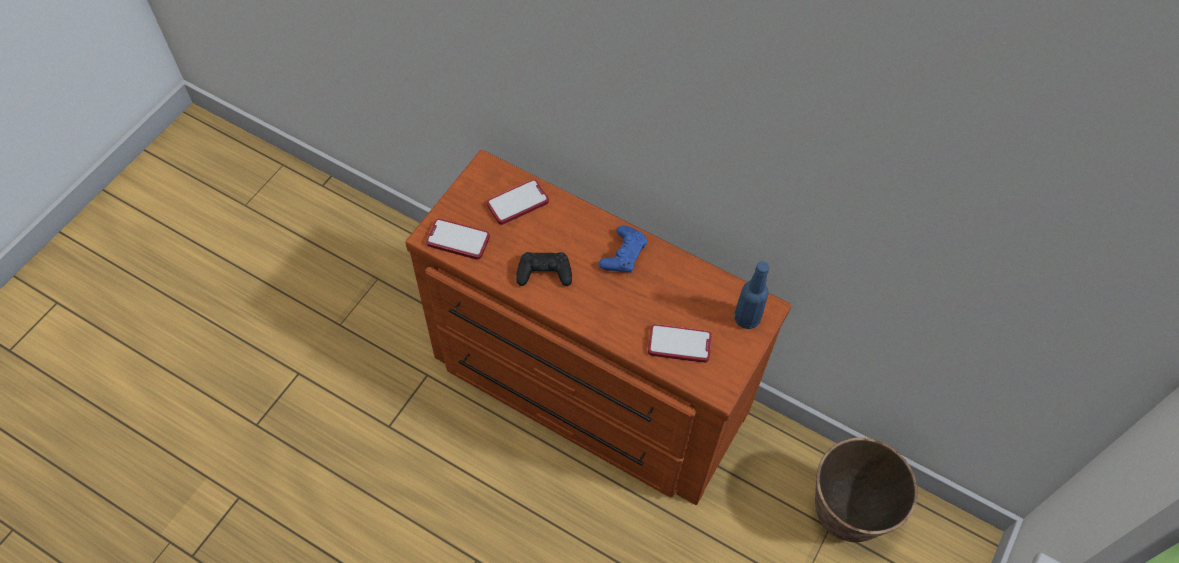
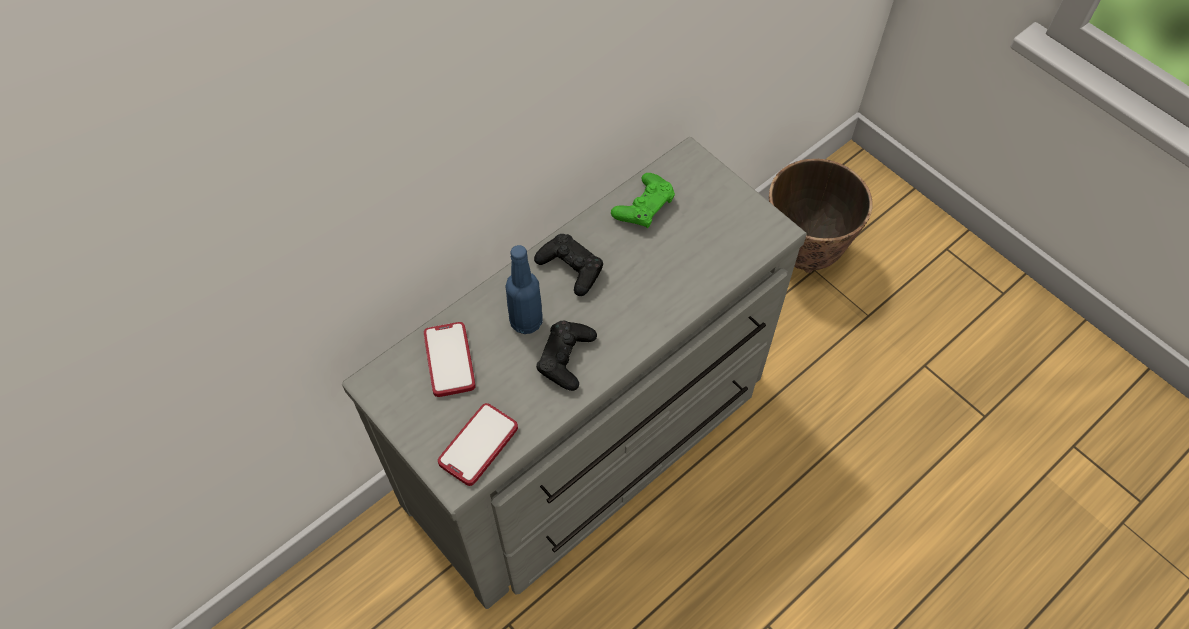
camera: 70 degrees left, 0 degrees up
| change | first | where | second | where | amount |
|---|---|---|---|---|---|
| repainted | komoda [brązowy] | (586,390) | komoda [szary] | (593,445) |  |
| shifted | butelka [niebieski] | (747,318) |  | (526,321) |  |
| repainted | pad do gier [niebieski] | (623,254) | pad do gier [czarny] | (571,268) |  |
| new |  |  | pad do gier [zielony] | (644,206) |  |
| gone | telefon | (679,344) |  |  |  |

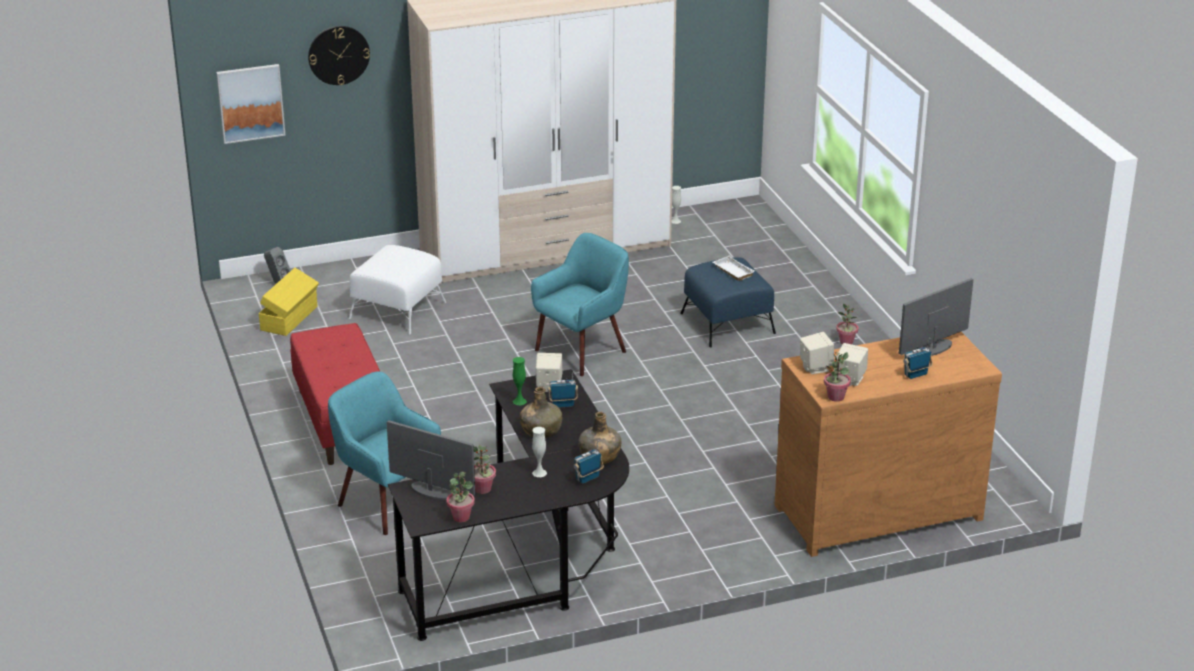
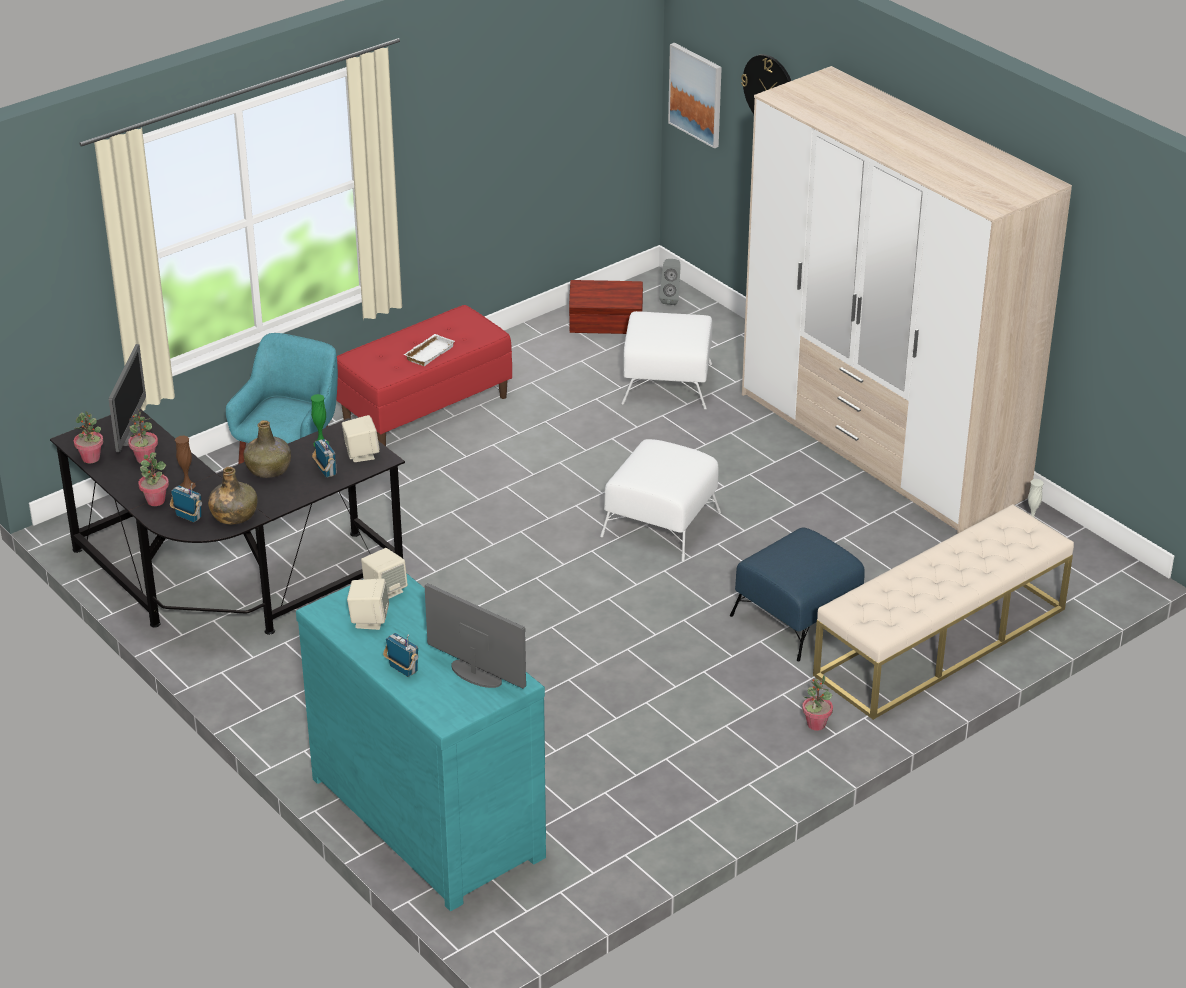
camera: 70 degrees right, 5 degrees up
| change | first | where | second | where | amount |
|---|---|---|---|---|---|
| shifted | roślina doniczkowa | (835,397) |  | (156,501) |  |
| repainted | wazon [biały] | (539,473) | wazon [brązowy] | (187,485) |  |
| repainted | komoda [brązowy] | (875,510) | komoda [turkusowy] | (430,814) |  |
| shifted | taca [biały] | (732,271) |  | (429,352) |  |
| repainted | pojemnik do przechowywania [żółty] | (290,318) | pojemnik do przechowywania [brązowy] | (606,325) |  |
| swapped | fotel [turkusowy] | (582,351) | pufa [biały] | (660,524) |  |
| new |  |  | ławka [beżowy] | (940,642) |  |

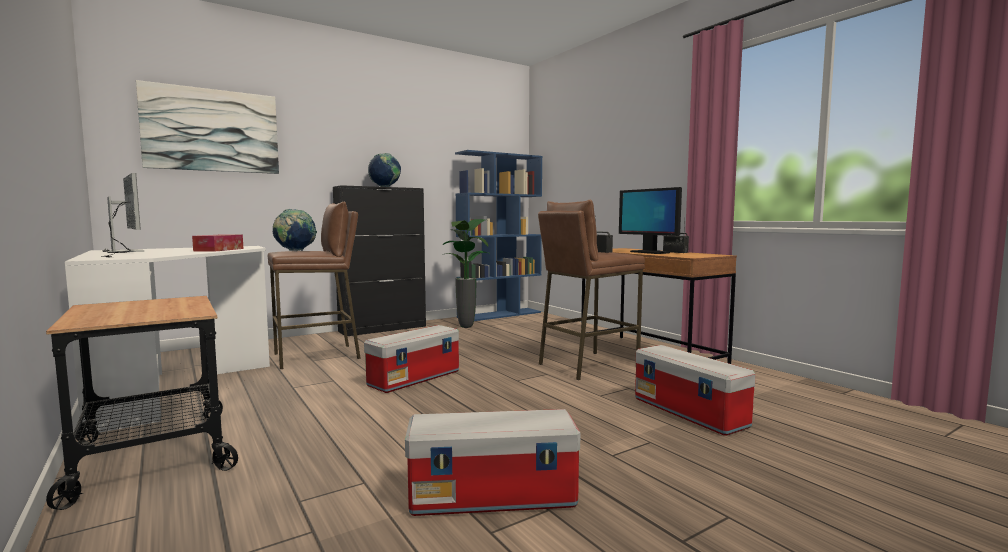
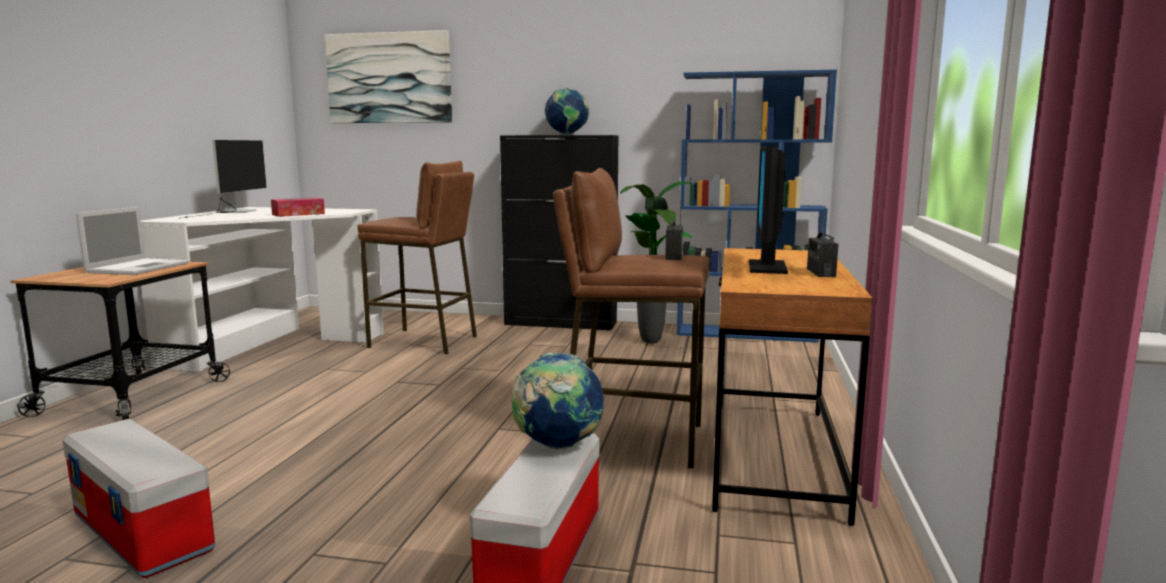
camera: 45 degrees right, 5 degrees up
| change | first | where | second | where | amount |
|---|---|---|---|---|---|
| new |  |  | laptop | (139,267) |  |
| shifted | globus | (295,251) |  | (557,446) |  |
| gone | pojemnik do przechowywania | (415,378) |  |  |  |

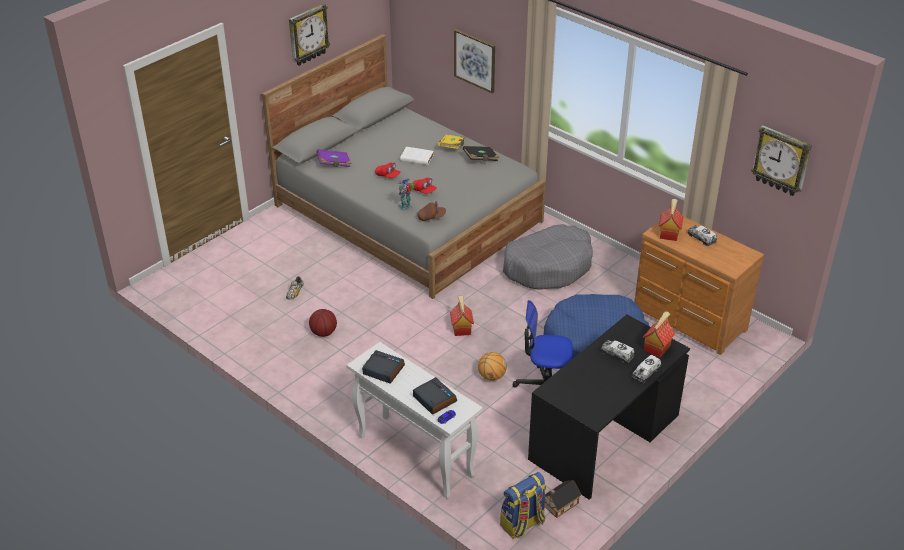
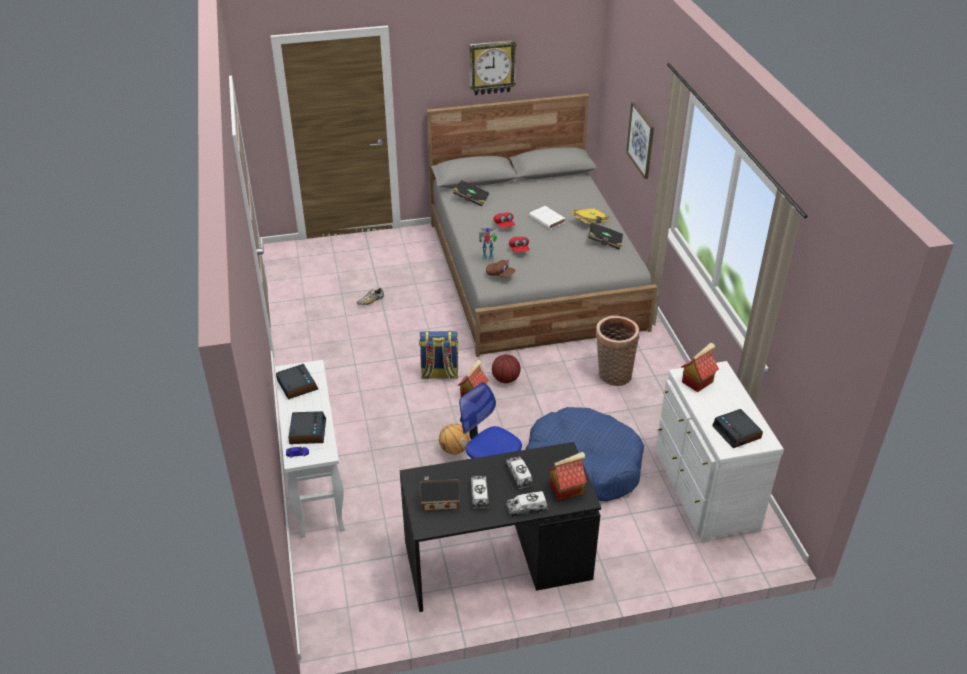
camera: 35 degrees right, 0 degrees up
| change | first | where | second | where | amount |
|---|---|---|---|---|---|
| shifted | plecak | (522,524) |  | (439,374) |  |
| shifted | domek | (559,505) |  | (438,501) |  |
| repainted | książka [fioletowy] | (334,164) | książka [czarny] | (471,199) |  |
| shifted | ciężarówka zabawkowa | (701,238) |  | (479,495) |  |
| shifted | piłka do koszykówki | (323,333) |  | (505,379) |  |
| swapped | legowisko [szary] | (548,266) | koszyk | (612,374) |  |
| repainted | komoda [brązowy] | (689,320) | komoda [biały] | (703,491) |  |
| new |  |  | budzik | (737,433) |  |
| gone | zegar ścienny | (781,161) |  |  |  |

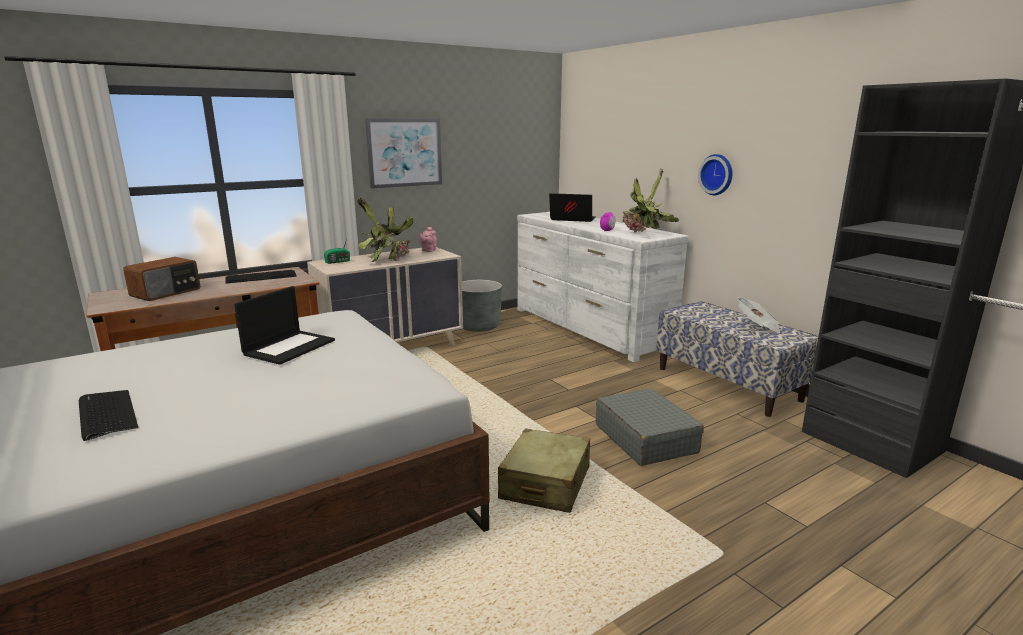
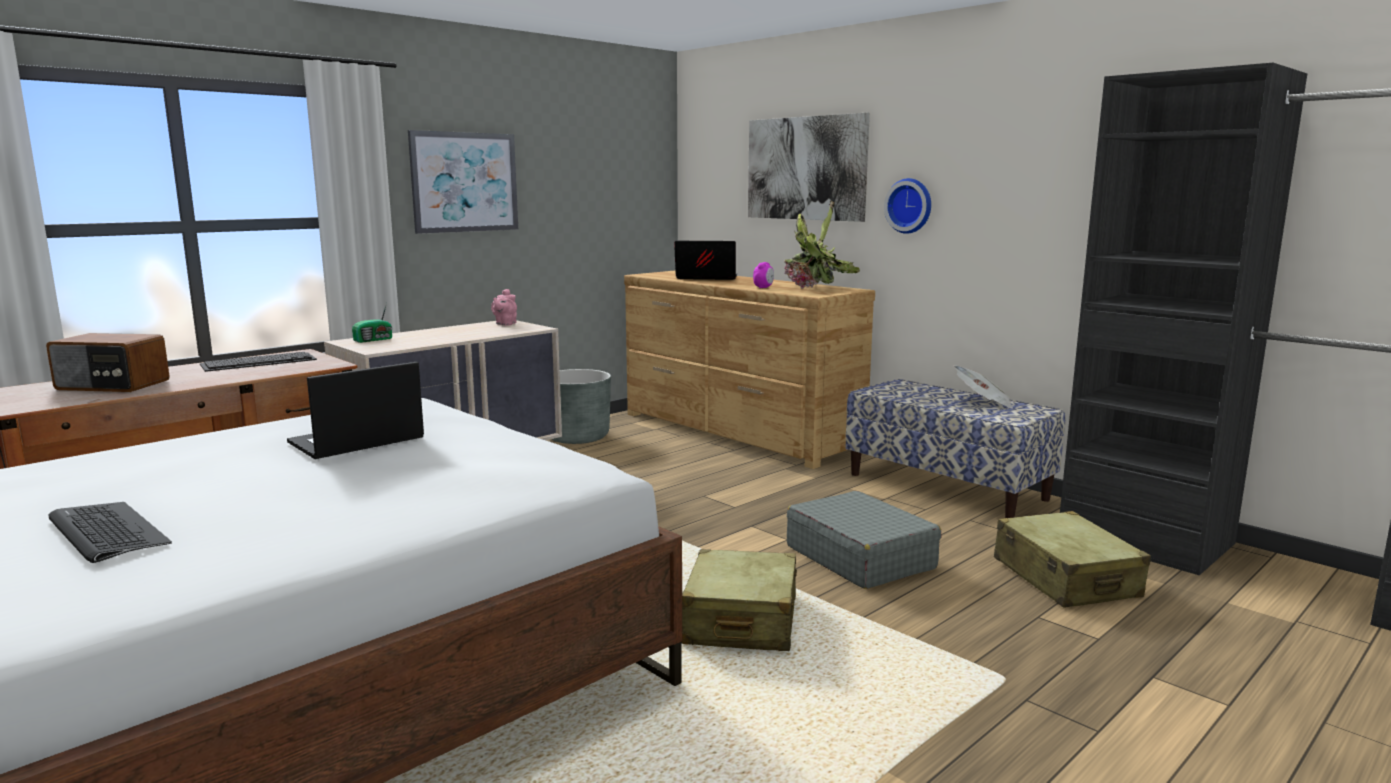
camera: 10 degrees left, 5 degrees down
| change | first | where | second | where | amount |
|---|---|---|---|---|---|
| rotated | radio | (166,292) |  | (112,385) | 75 degrees clockwise |
| rotated | laptop | (289,347) |  | (356,441) | 150 degrees counterclockwise |
| repainted | komoda [biały] | (589,328) | komoda [brązowy] | (737,431) |  |
| new |  |  | obraz | (805,168) |  |
| new |  |  | walizka [beżowy] | (1065,578) |  |
| gone | roślina doniczkowa | (389,259) |  |  |  |

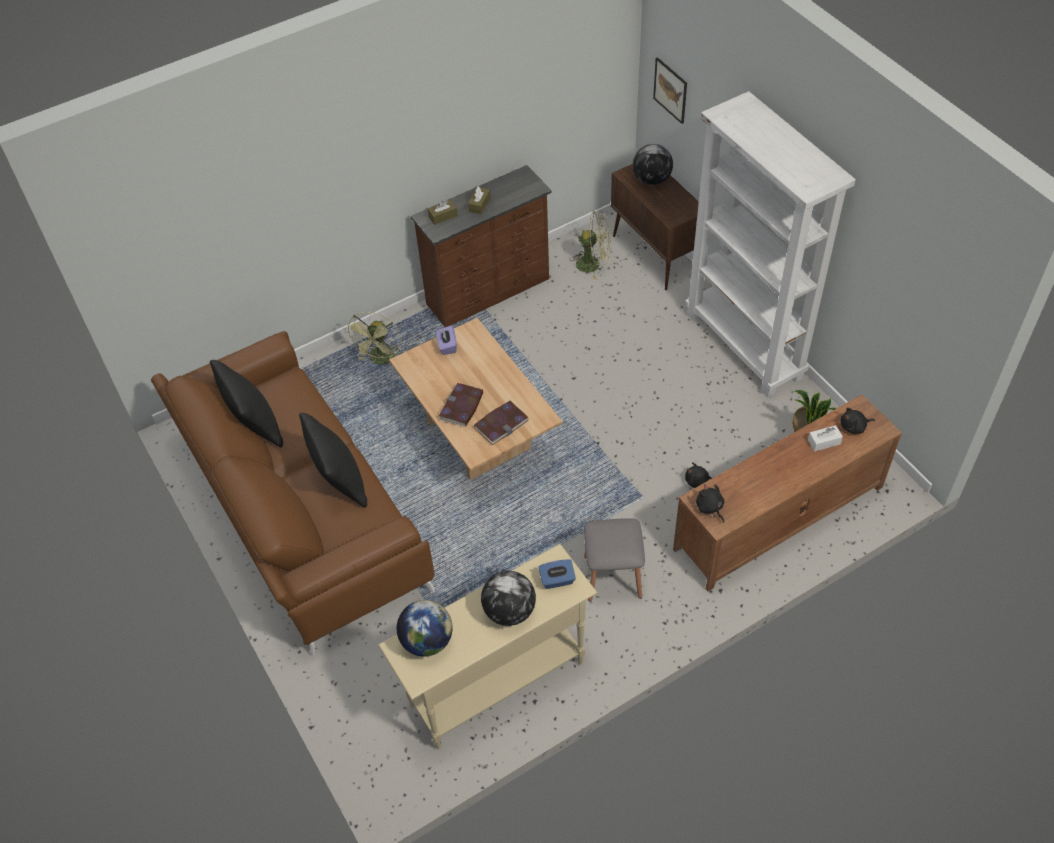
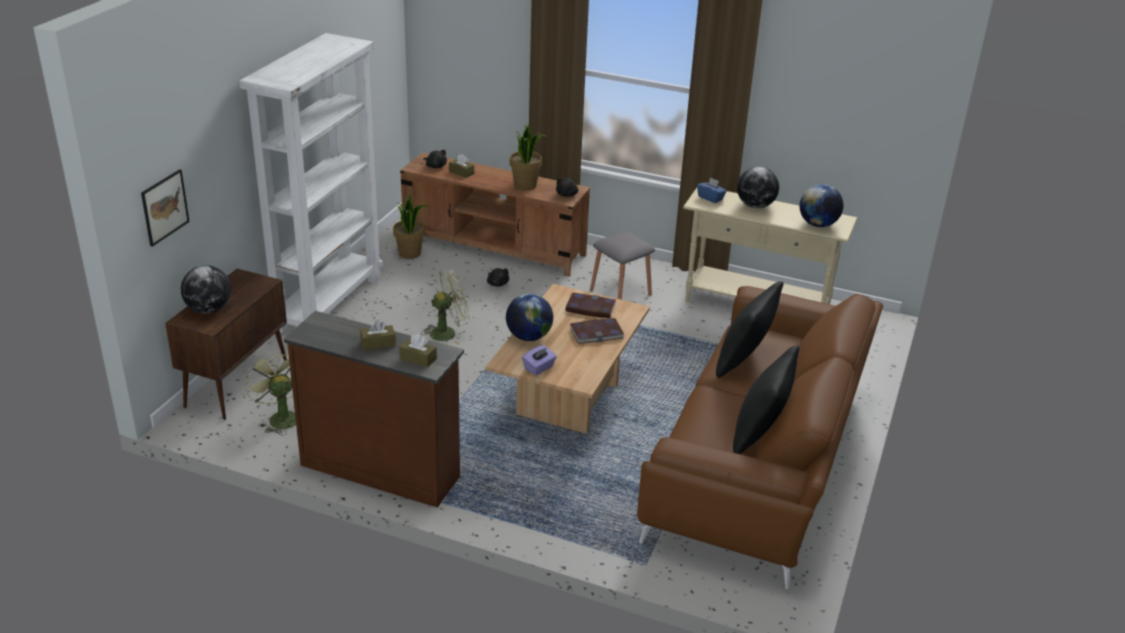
camera: 130 degrees left, 20 degrees down
| change | first | where | second | where | amount |
|---|---|---|---|---|---|
| shifted | wentylator [zielony] | (381,360) |  | (448,332) |  |
| repainted | pudełko chusteczek [biały] | (824,442) | pudełko chusteczek [brązowy] | (461,172) |  |
| new |  |  | globus | (529,337) |  |
| new |  |  | roślina doniczkowa | (525,185) |  |

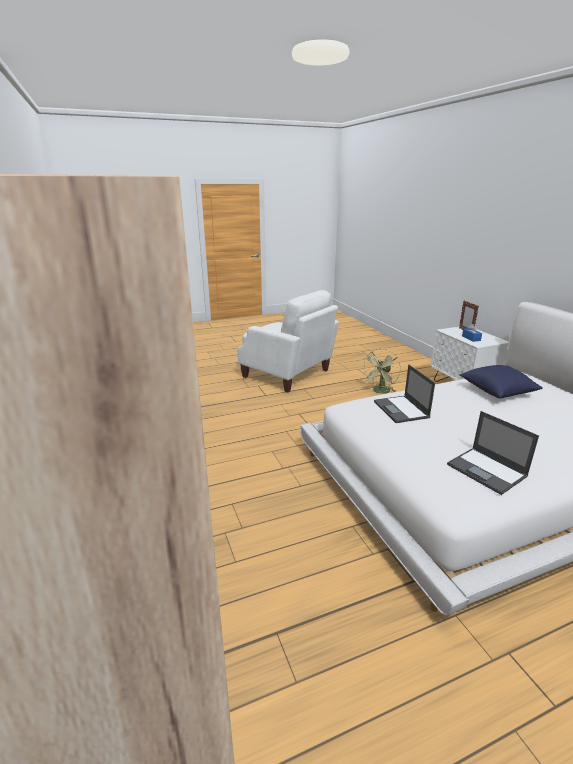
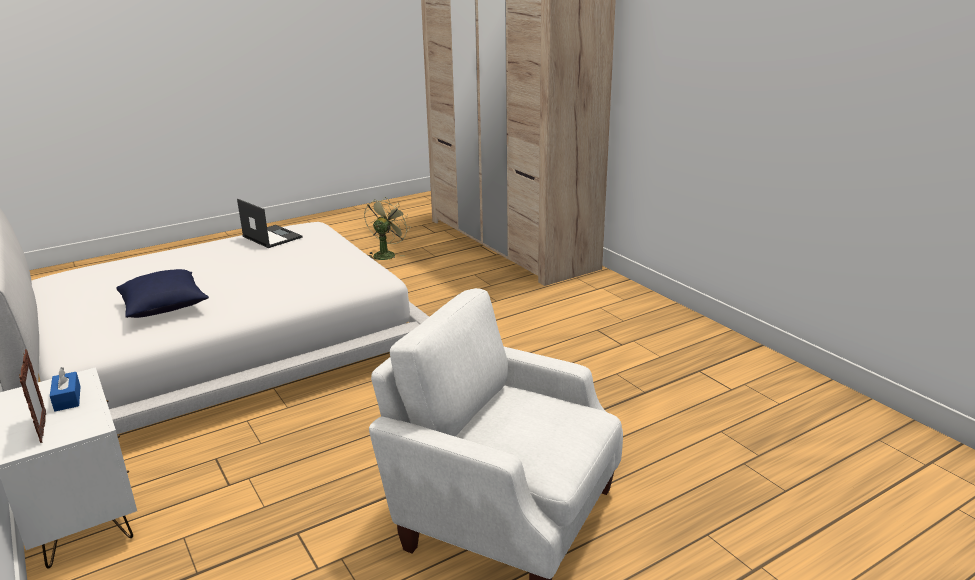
camera: 170 degrees right, 0 degrees up
| change | first | where | second | where | amount |
|---|---|---|---|---|---|
| shifted | wentylator [zielony] | (380,392) |  | (386,254) |  |
| gone | laptop | (401,410) |  |  |  |

